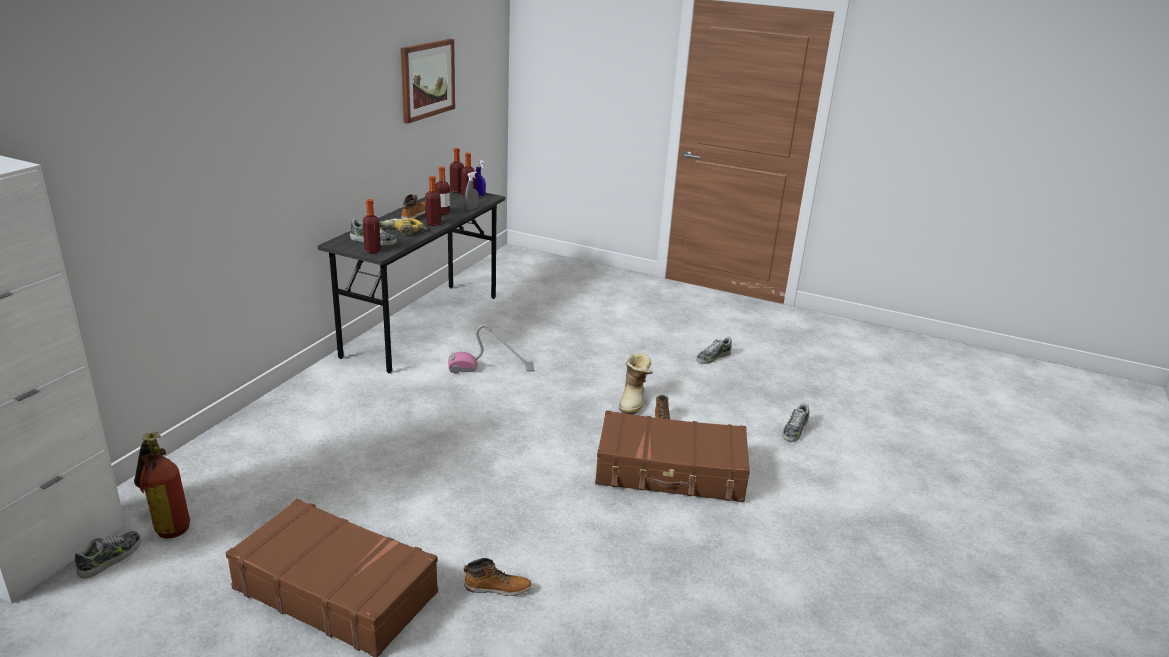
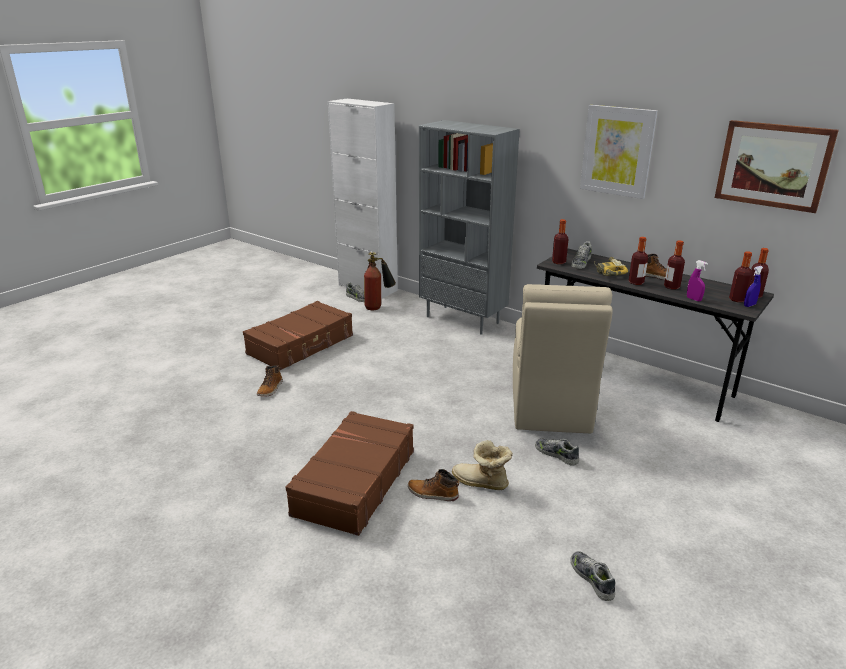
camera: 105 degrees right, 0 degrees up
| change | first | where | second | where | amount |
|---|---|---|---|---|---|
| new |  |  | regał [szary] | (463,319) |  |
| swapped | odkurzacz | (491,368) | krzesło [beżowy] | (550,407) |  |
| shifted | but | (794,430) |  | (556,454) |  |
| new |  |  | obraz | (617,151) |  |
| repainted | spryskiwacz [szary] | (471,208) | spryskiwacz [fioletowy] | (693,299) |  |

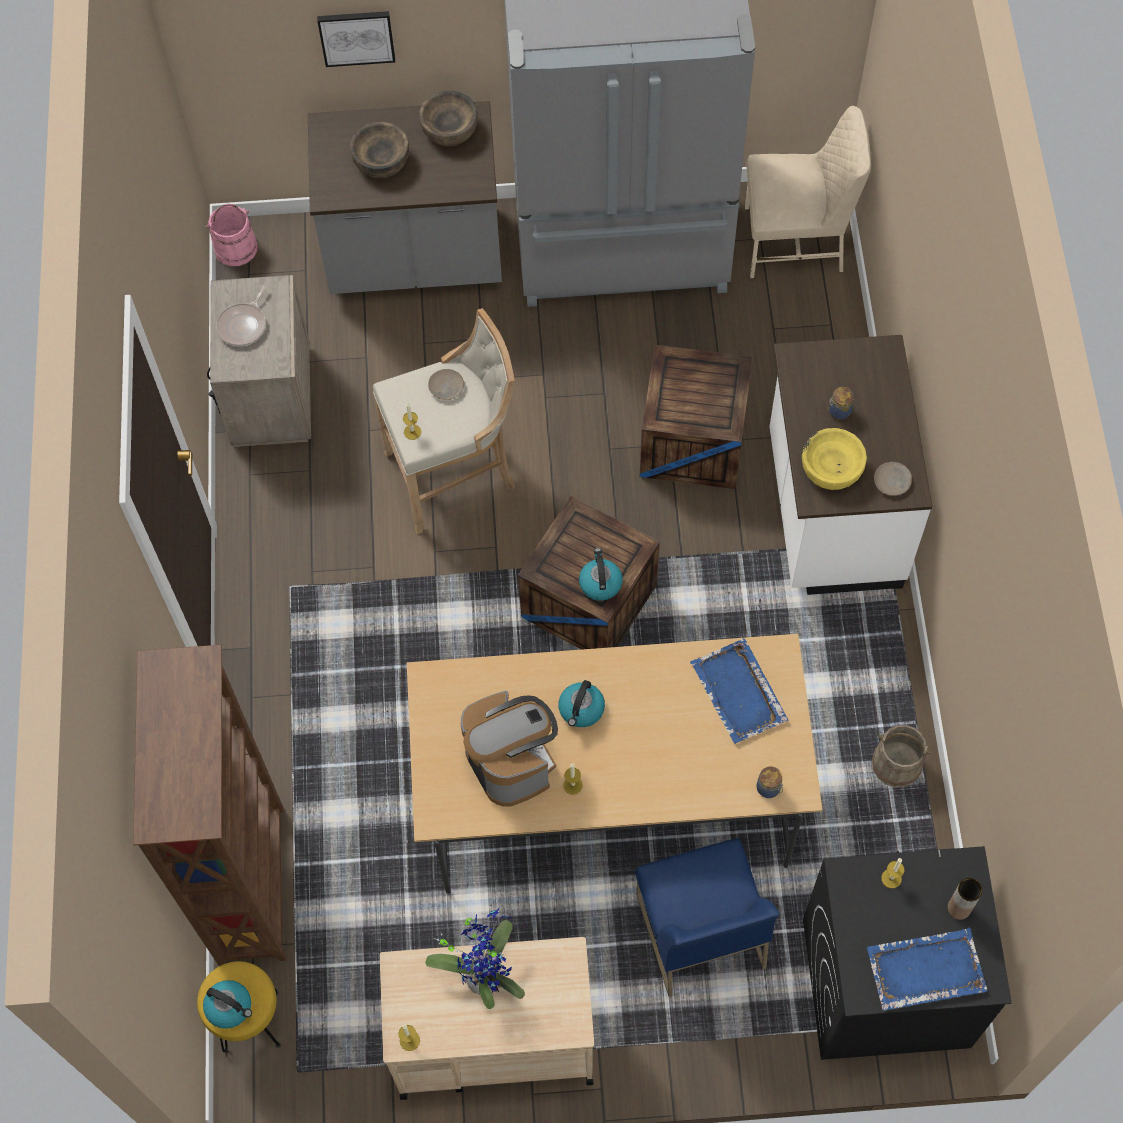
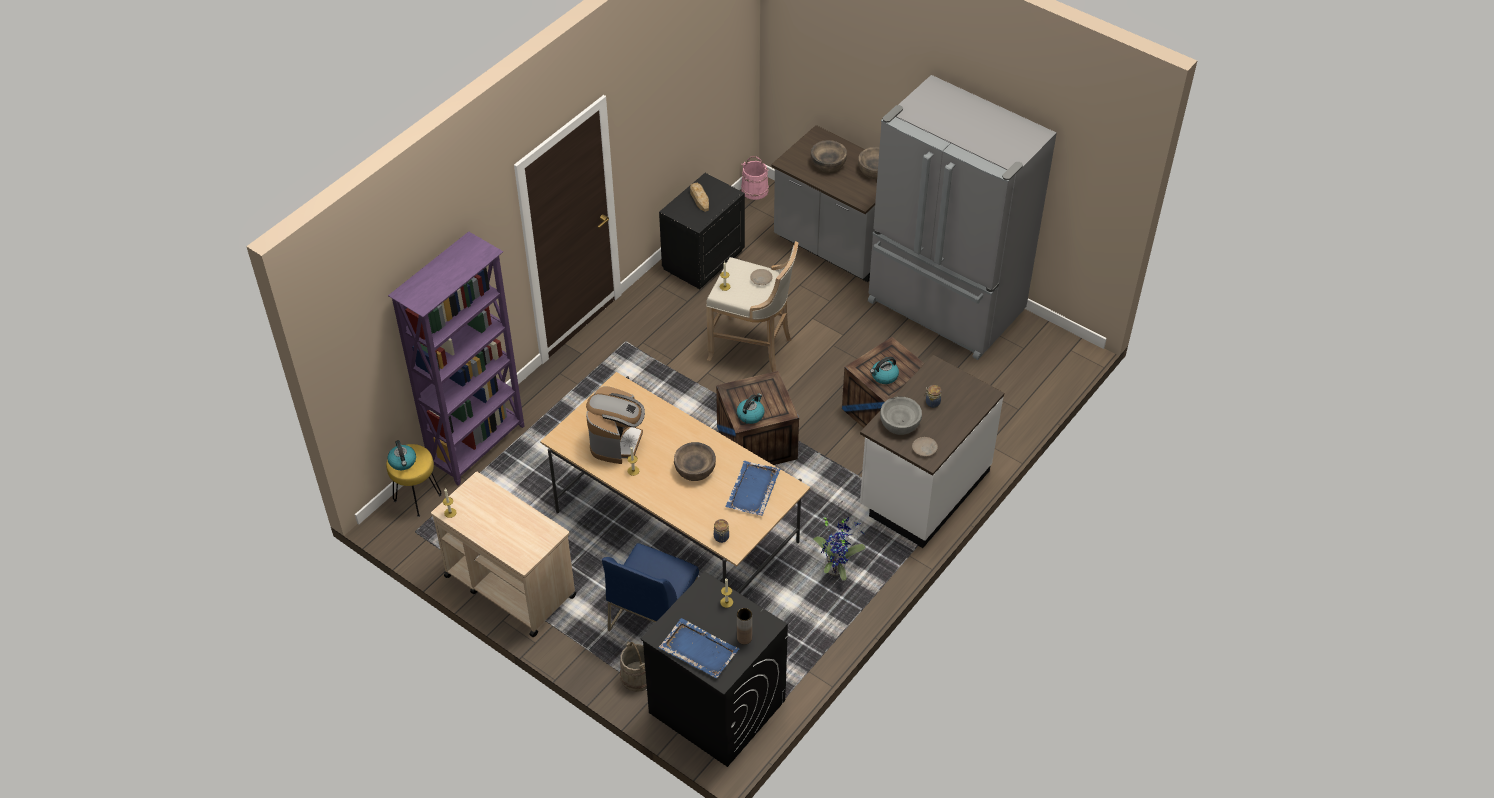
camera: 40 degrees right, 15 degrees down
| change | first | where | second | where | amount |
|---|---|---|---|---|---|
| repainted | regał [brązowy] | (253,883) | regał [fioletowy] | (478,446) |  |
| shifted | wiadro [beżowy] | (896,764) |  | (637,676) |  |
| repainted | szafka nocna [beżowy] | (269,396) | szafka nocna [czarny] | (702,260) |  |
| new |  |  | miska [brązowy] | (695,469) |  |
| swapped | patelnia | (244,325) | chleb | (699,199) |  |
| shifted | roślina doniczkowa | (484,974) |  | (836,567) |  |
| shifted | czajnik | (581,710) |  | (884,376) |  |
| repainted | miska [żółty] | (831,468) | miska [szary] | (899,423) |  |
| gone | obraz | (356,37) |  |  |  |
| gone | krzesło [beżowy] | (796,241) |  |  |  |

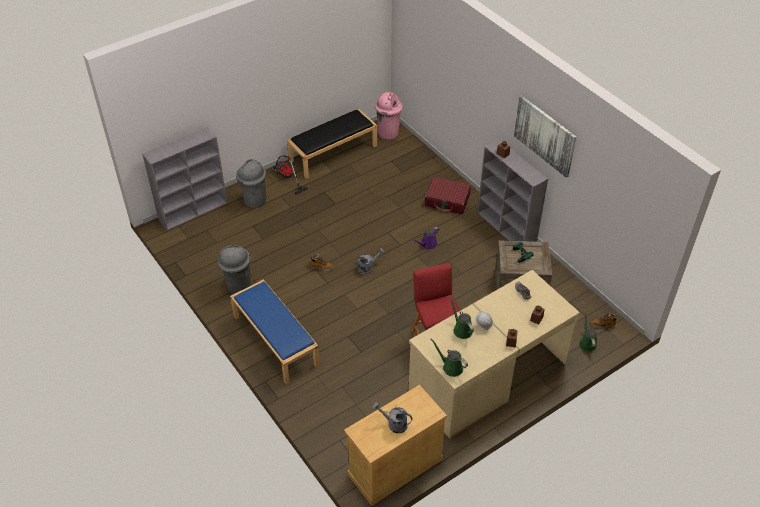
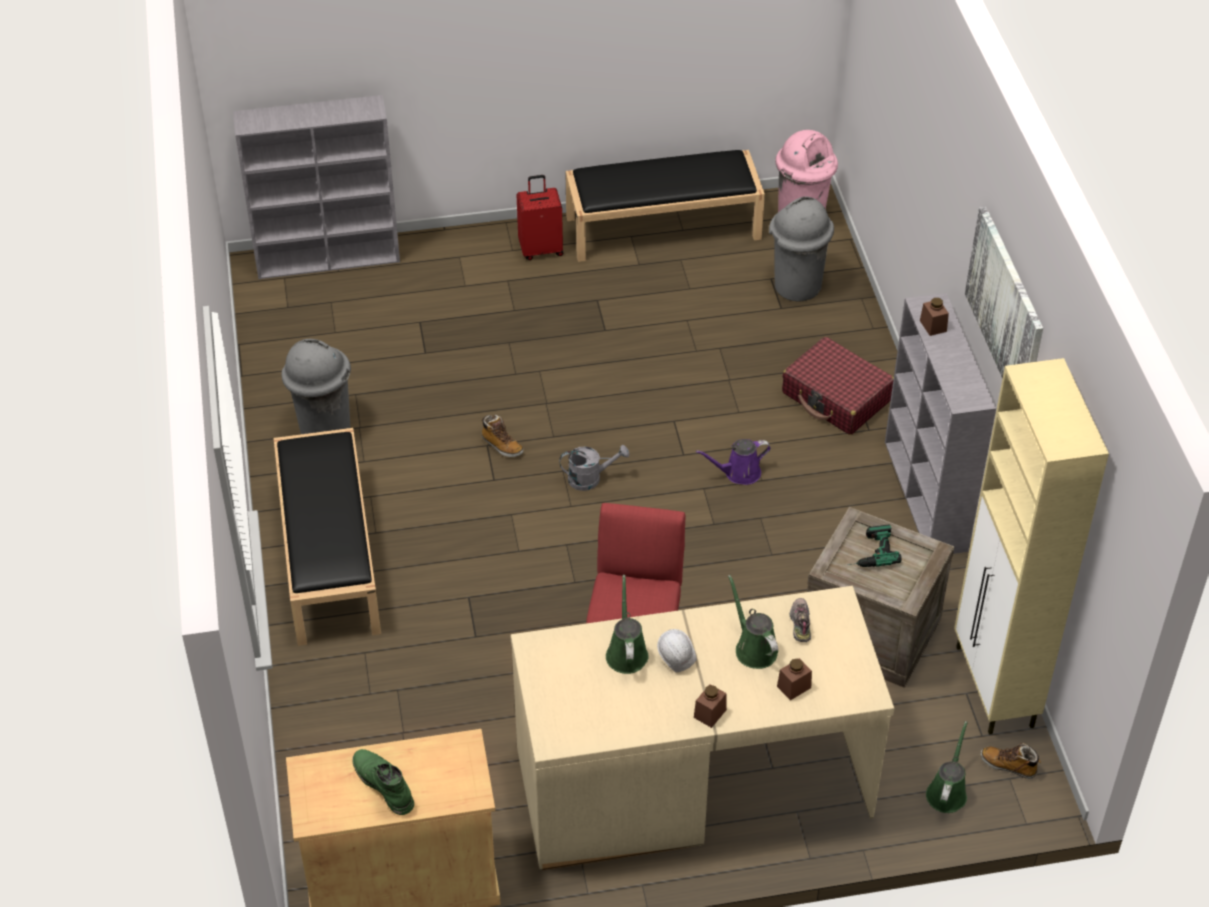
camera: 25 degrees right, 0 degrees up
| change | first | where | second | where | amount |
|---|---|---|---|---|---|
| repainted | ławka [niebieski] | (275,340) | ławka [czarny] | (328,555) |  |
| swapped | konewka [szary] | (394,424) | but z cholewką [zielony] | (383,784) |  |
| swapped | odkurzacz | (286,178) | walizka [czerwony] | (541,249) |  |
| shifted | konewka [zielony] | (451,367) |  | (753,648) |  |
| shifted | kosz na śmieci [szary] | (254,201) |  | (796,286) |  |
| new |  |  | szafka [beżowy] | (994,688) |  |

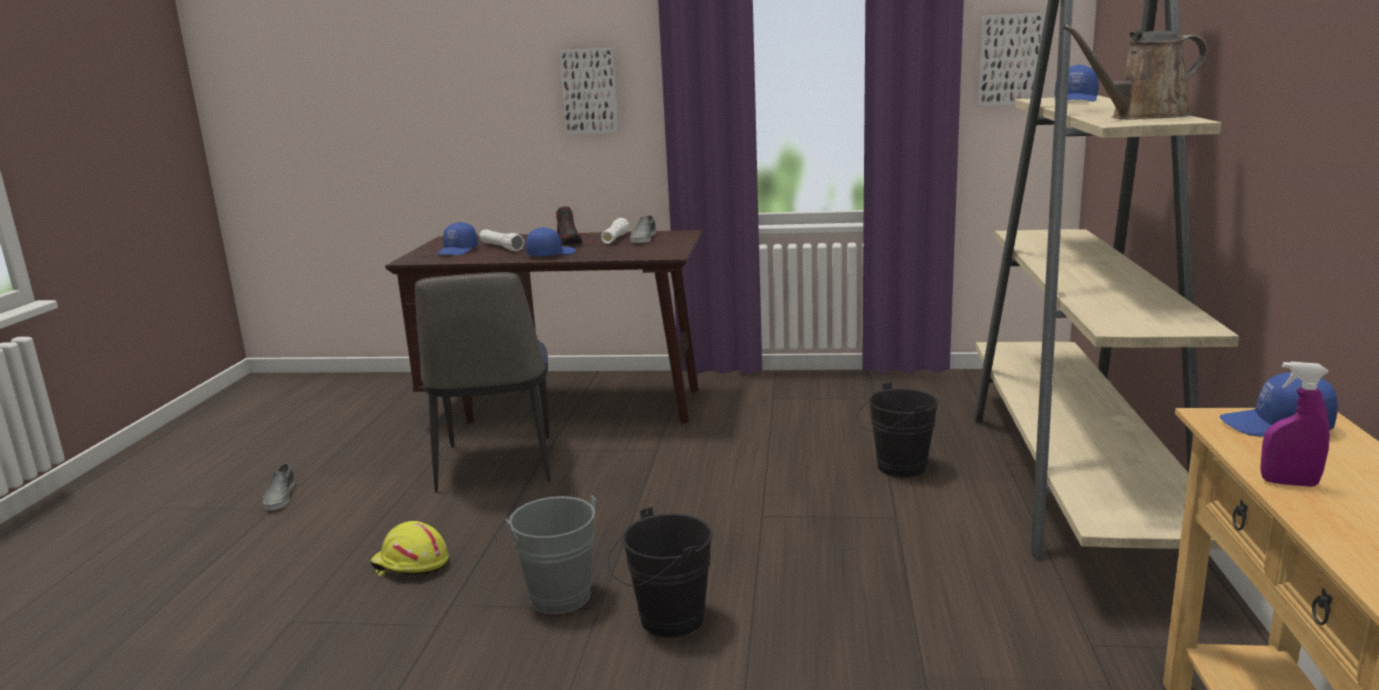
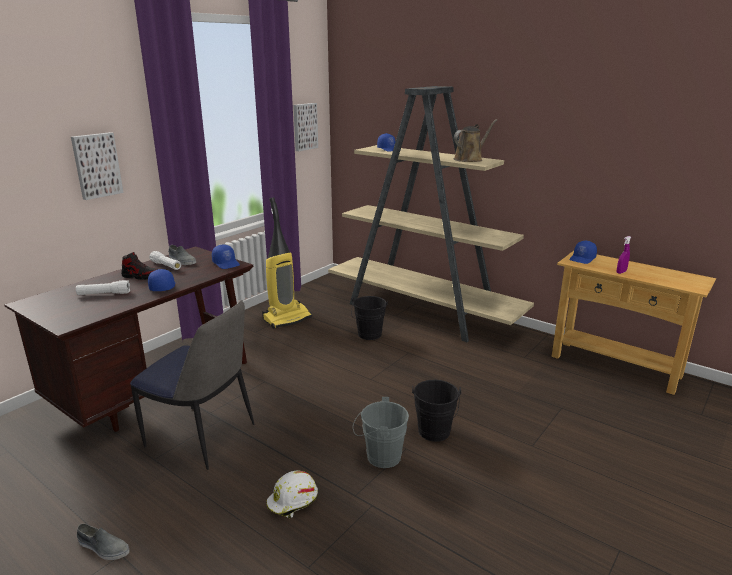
camera: 60 degrees left, 5 degrees up
| change | first | where | second | where | amount |
|---|---|---|---|---|---|
| shifted | czapka z daszkiem [niebieski] | (458,251) |  | (226,263) |  |
| new |  |  | odkurzacz | (287,318) |  |
| repainted | kask [żółty] | (410,565) | kask [biały] | (293,501) |  |
| rotated | konewka [brązowy] | (1142,117) |  | (470,159) | 150 degrees counterclockwise |

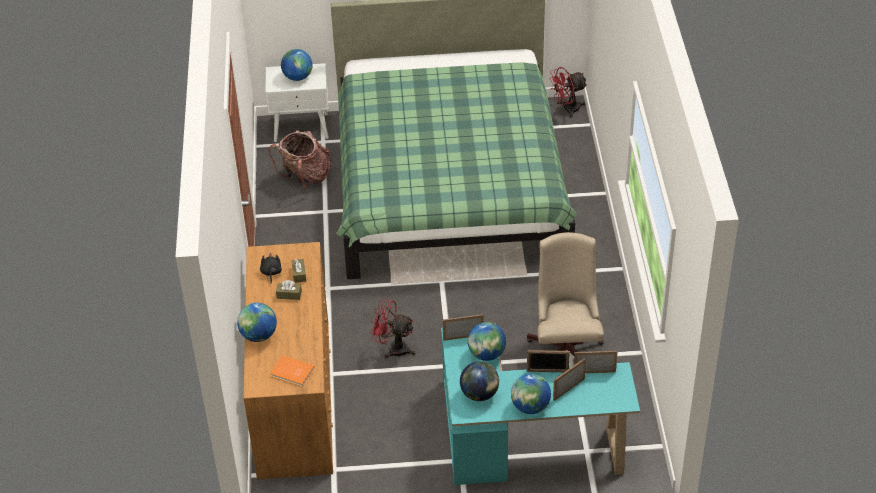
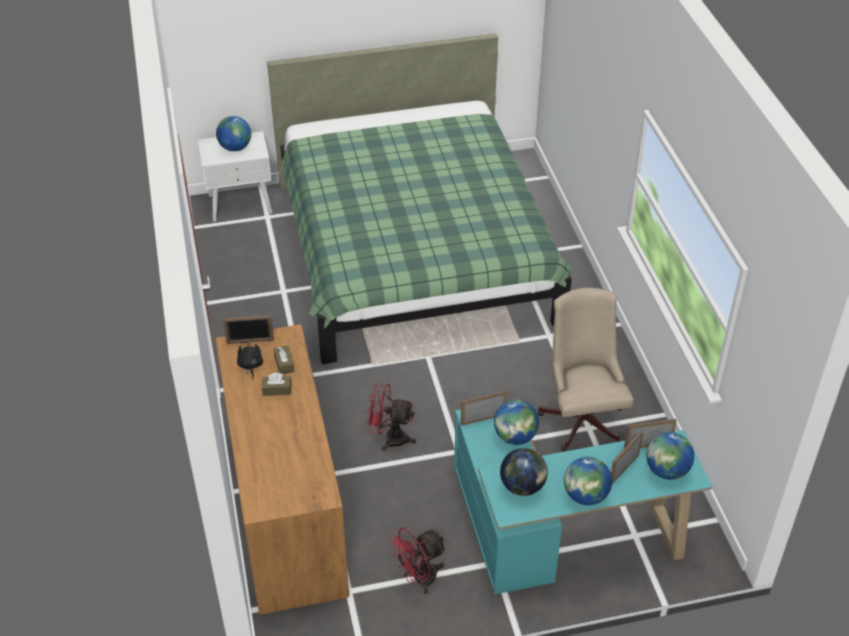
camera: 10 degrees left, 0 degrees up
| change | first | where | second | where | amount |
|---|---|---|---|---|---|
| shifted | ramka na zdjęcie | (547,371) |  | (250,341) |  |
| shifted | wentylator [czerwony] | (567,109) |  | (418,578) |  |
| shifted | globus | (258,335) |  | (666,471) |  |
| gone | plecak | (305,177) |  |  |  |
| gone | książka [pomarańczowy] | (292,372) |  |  |  |

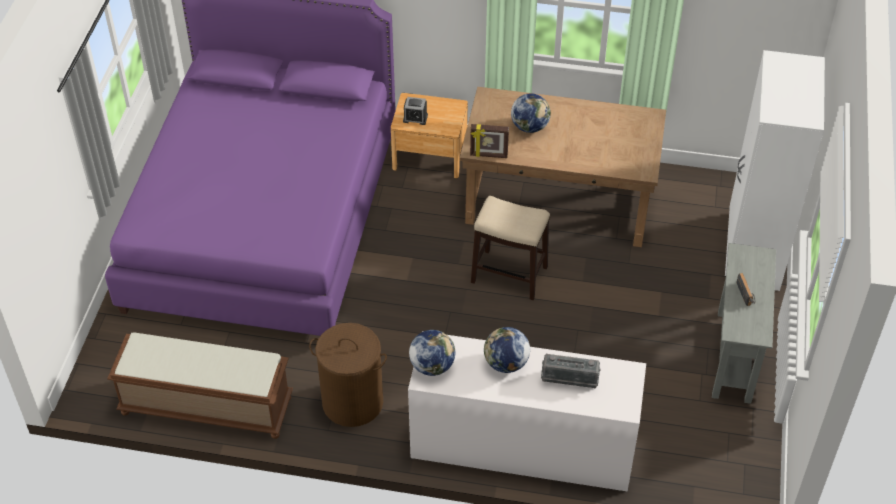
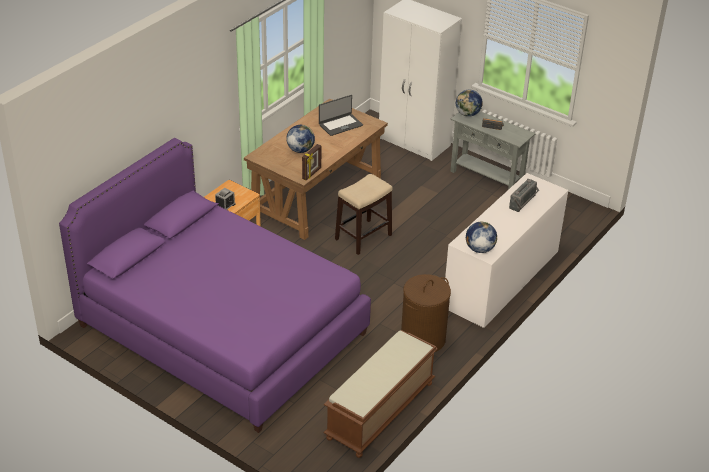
camera: 65 degrees left, 10 degrees down
| change | first | where | second | where | amount |
|---|---|---|---|---|---|
| new |  |  | laptop | (340,125) |  |
| shifted | globus | (506,364) |  | (468,114) |  |

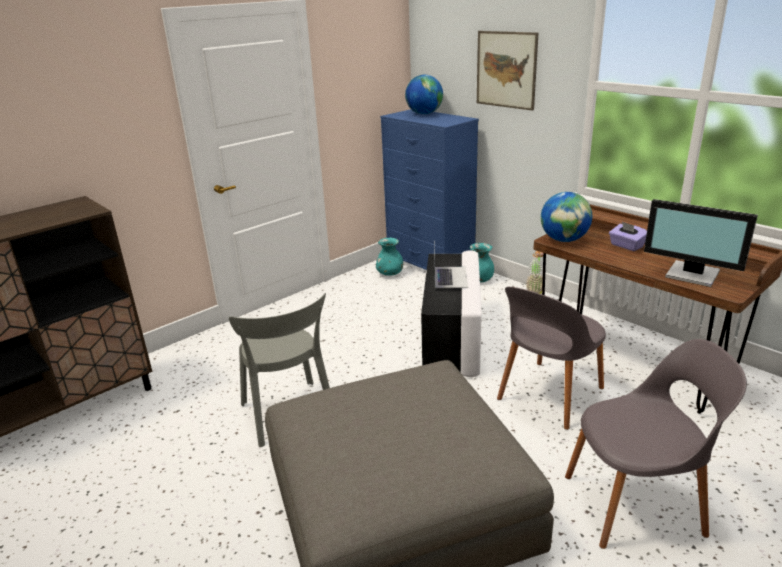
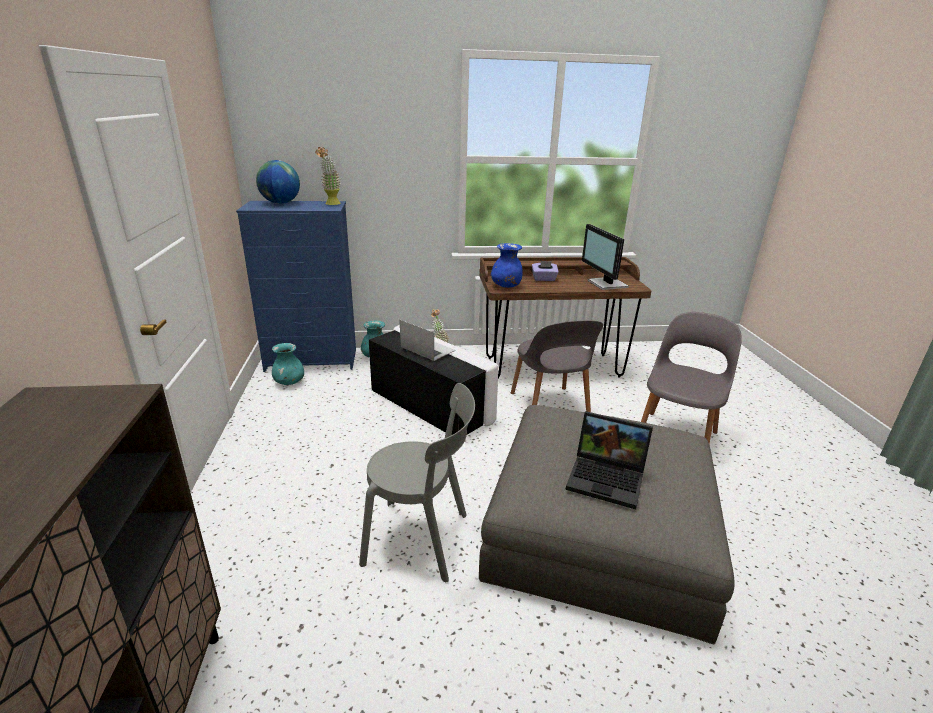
camera: 55 degrees left, 0 degrees up
| change | first | where | second | where | amount |
|---|---|---|---|---|---|
| new |  |  | roślina doniczkowa | (331,204) |  |
| swapped | globus | (564,240) | wazon [niebieski] | (506,286) |  |
| new |  |  | laptop | (608,479) |  |
| rotated | monitor | (692,275) |  | (606,284) | 90 degrees clockwise |
| gone | obraz | (506,70) |  |  |  |

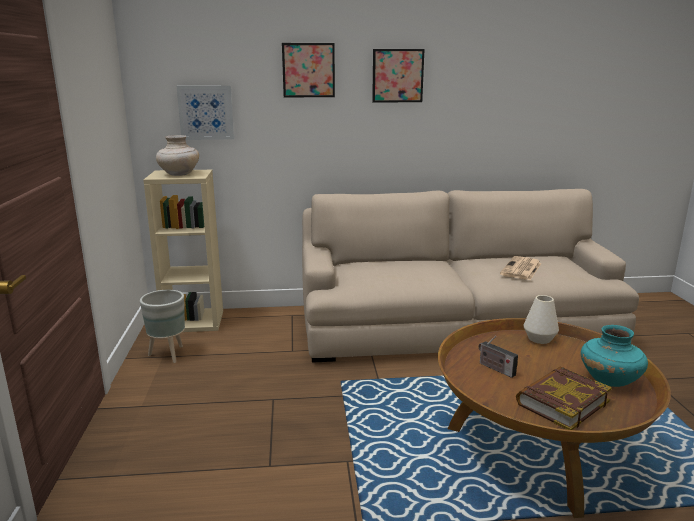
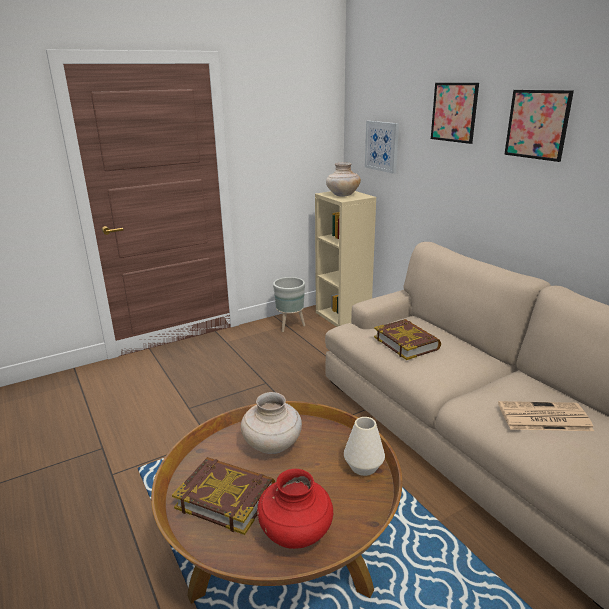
camera: 65 degrees right, 5 degrees up
| change | first | where | second | where | amount |
|---|---|---|---|---|---|
| swapped | radio | (495,368) | wazon [beżowy] | (272,446) |  |
| repainted | wazon [turkusowy] | (609,380) | wazon [czerwony] | (296,533) |  |
| new |  |  | książka | (406,343) |  |

